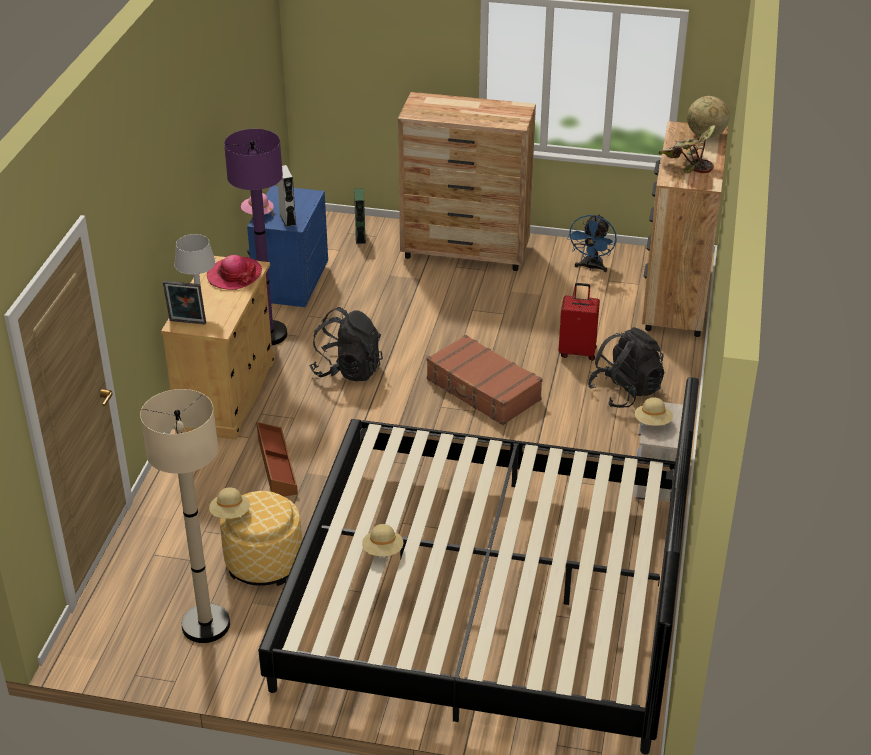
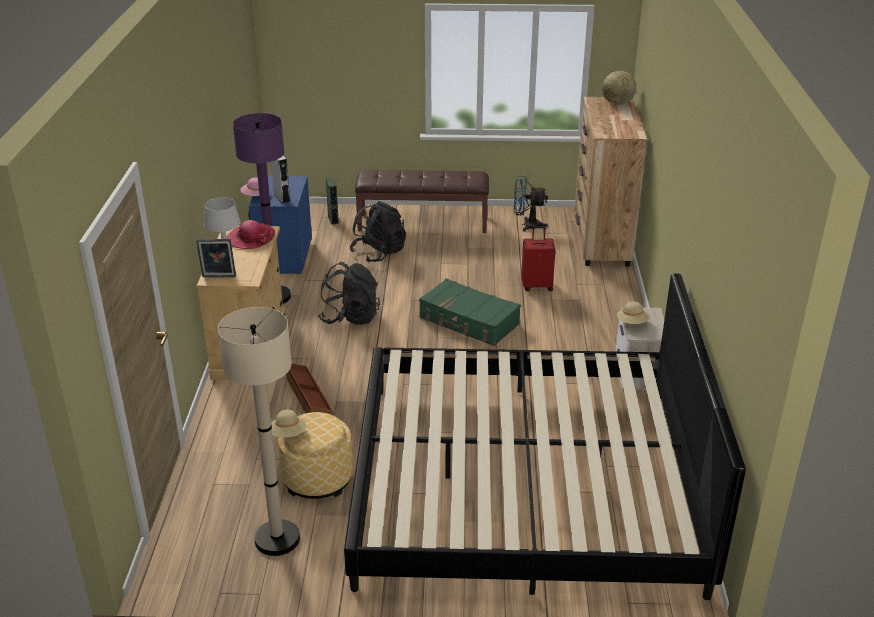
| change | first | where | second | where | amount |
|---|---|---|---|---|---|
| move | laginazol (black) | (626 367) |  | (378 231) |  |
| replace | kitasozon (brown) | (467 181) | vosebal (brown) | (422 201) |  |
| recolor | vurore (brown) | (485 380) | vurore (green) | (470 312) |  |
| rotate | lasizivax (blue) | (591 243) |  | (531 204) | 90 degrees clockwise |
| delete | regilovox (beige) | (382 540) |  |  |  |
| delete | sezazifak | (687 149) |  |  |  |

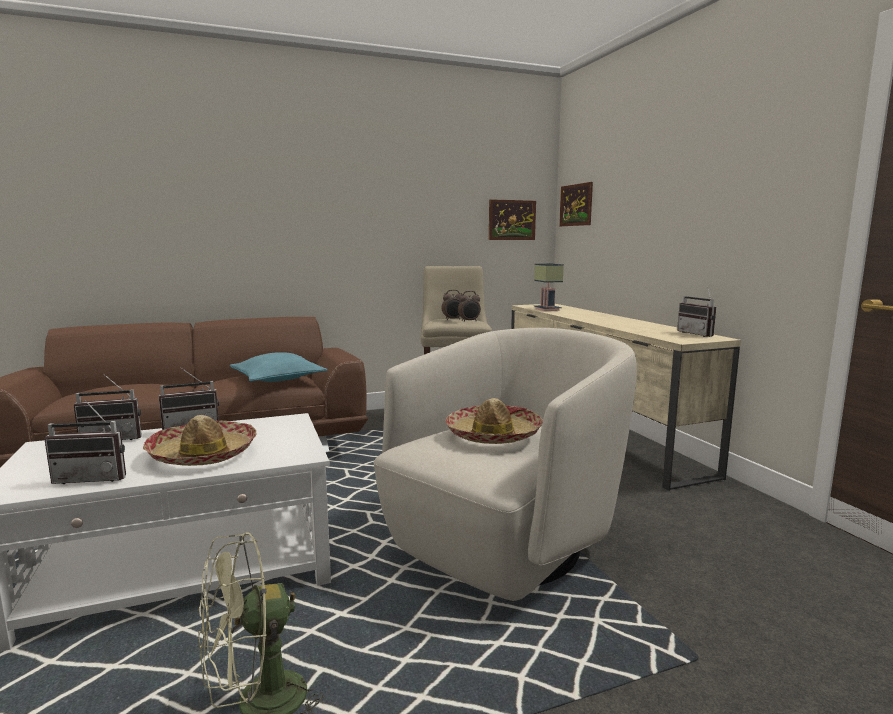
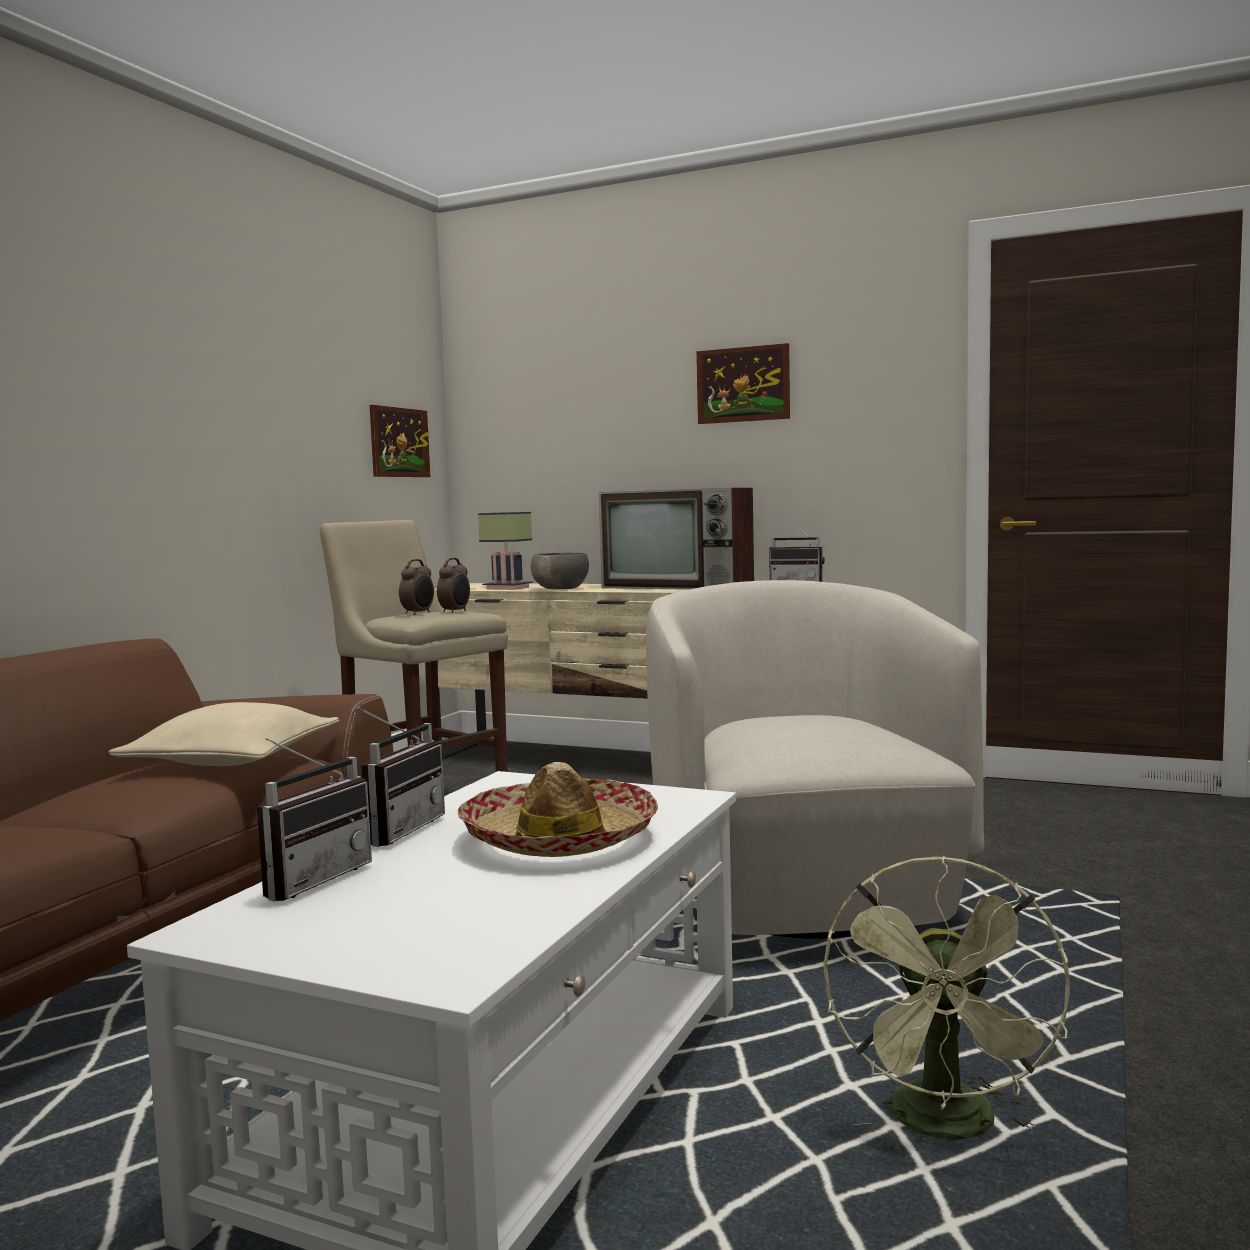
| change | first | where | second | where | amount |
|---|---|---|---|---|---|
| recolor | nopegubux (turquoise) | (278 367) | nopegubux (beige) | (224 734) |  |
| insert |  |  | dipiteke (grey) | (560 570) |  |
| insert |  |  | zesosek | (676 539) |  |
| move | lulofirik | (576 204) |  | (743 383) |  |
| delete | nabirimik | (85 442) |  |  |  |
| delete | regilovox | (494 421) |  |  |  |

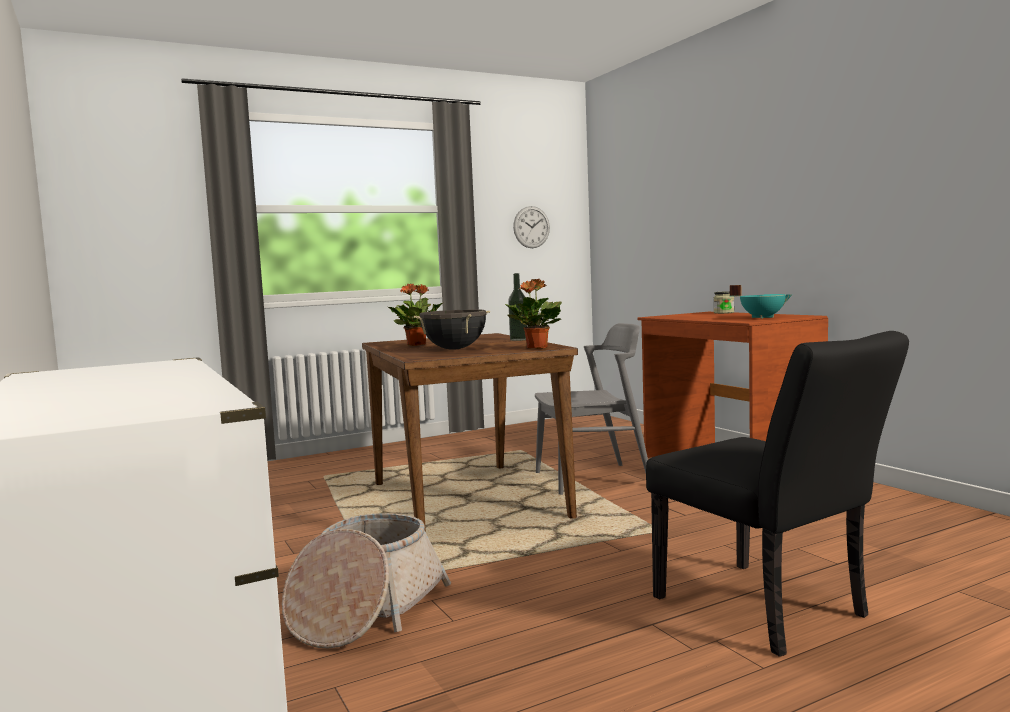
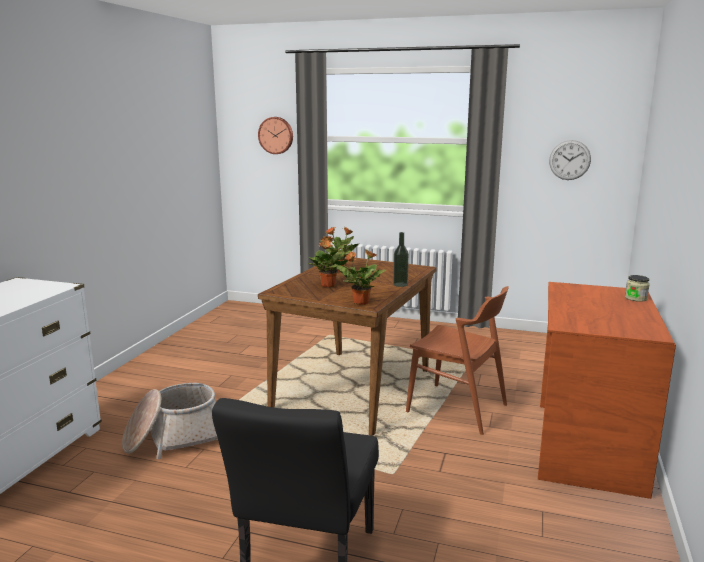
| change | first | where | second | where | amount |
|---|---|---|---|---|---|
| insert |  |  | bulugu | (275 135) |  |
| replace | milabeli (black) | (451 329) | sezazifak | (328 261) |  |
| recolor | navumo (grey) | (591 409) | navumo (brown) | (457 360) |  |
| delete | milabeli (turquoise) | (761 301) |  |  |  |

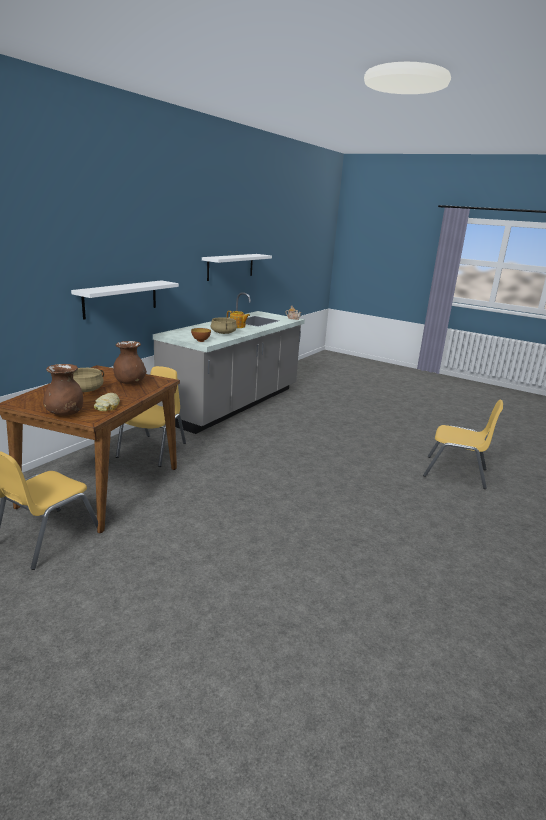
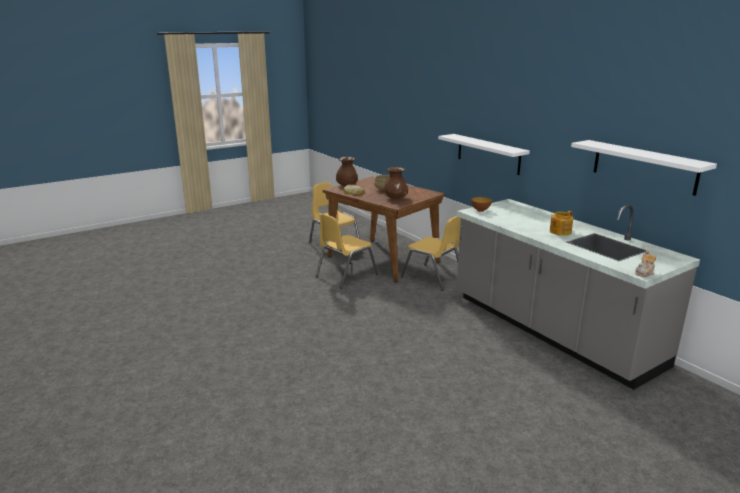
| change | first | where | second | where | amount |
|---|---|---|---|---|---|
| move | navumo (yellow) | (463 444) |  | (346 251) |  |
| delete | milabeli (beige) | (224 325) |  |  |  |

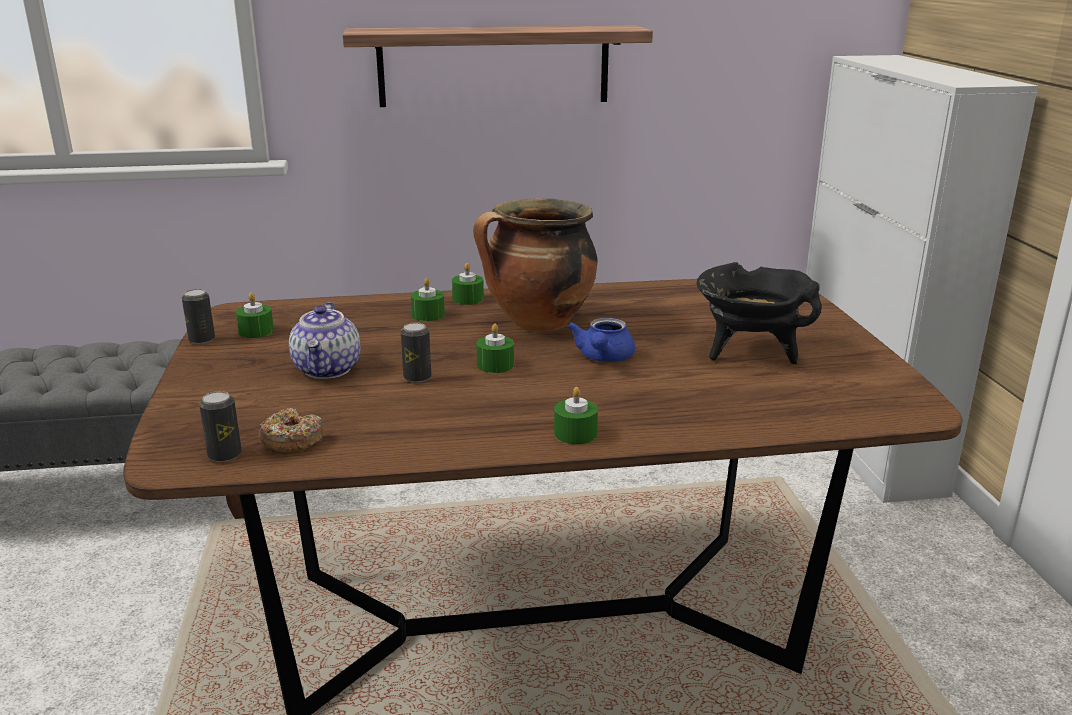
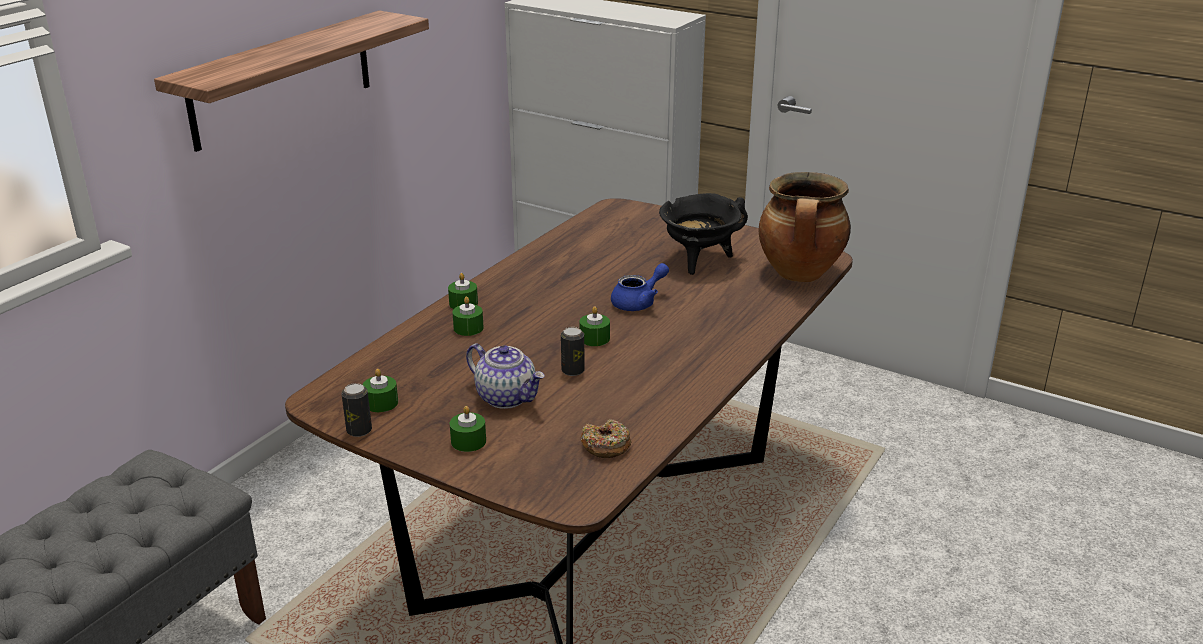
| change | first | where | second | where | amount |
|---|---|---|---|---|---|
| move | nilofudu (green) | (576 415) |  | (468 429) |  |
| rotate | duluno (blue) | (601 340) |  | (640 287) | 90 degrees counterclockwise |
| move | milabeli | (535 265) |  | (804 227) |  |
| delete | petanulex | (220 426) |  |  |  |

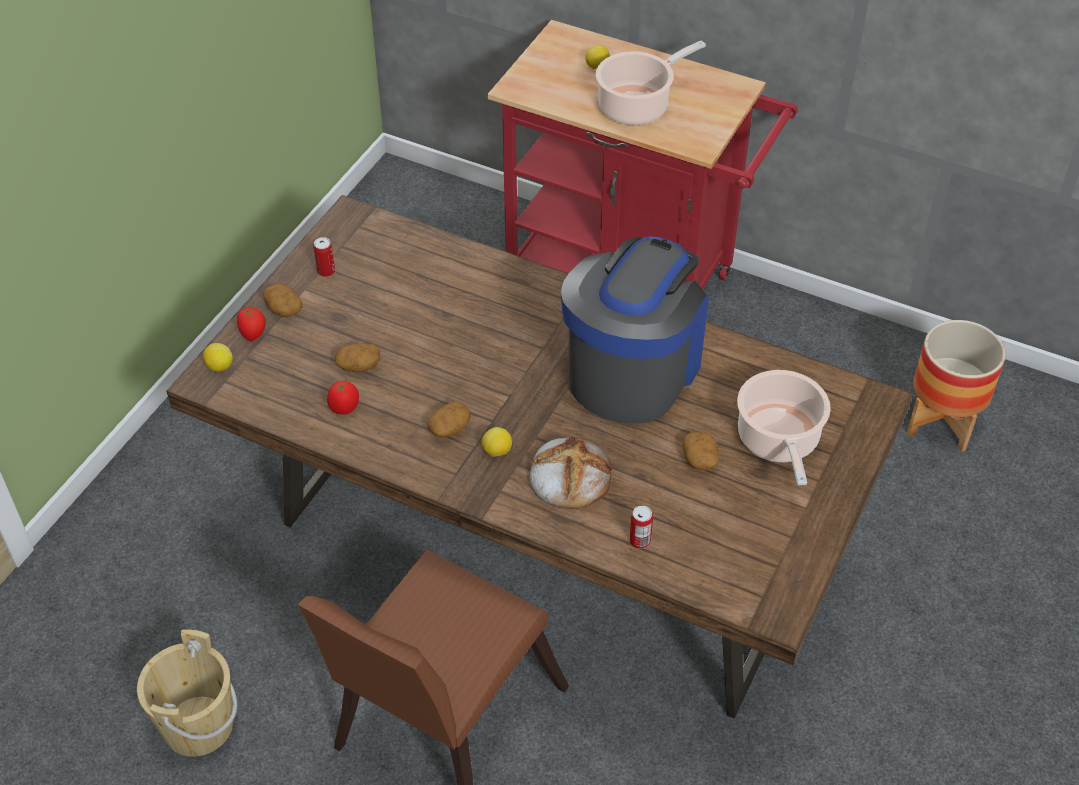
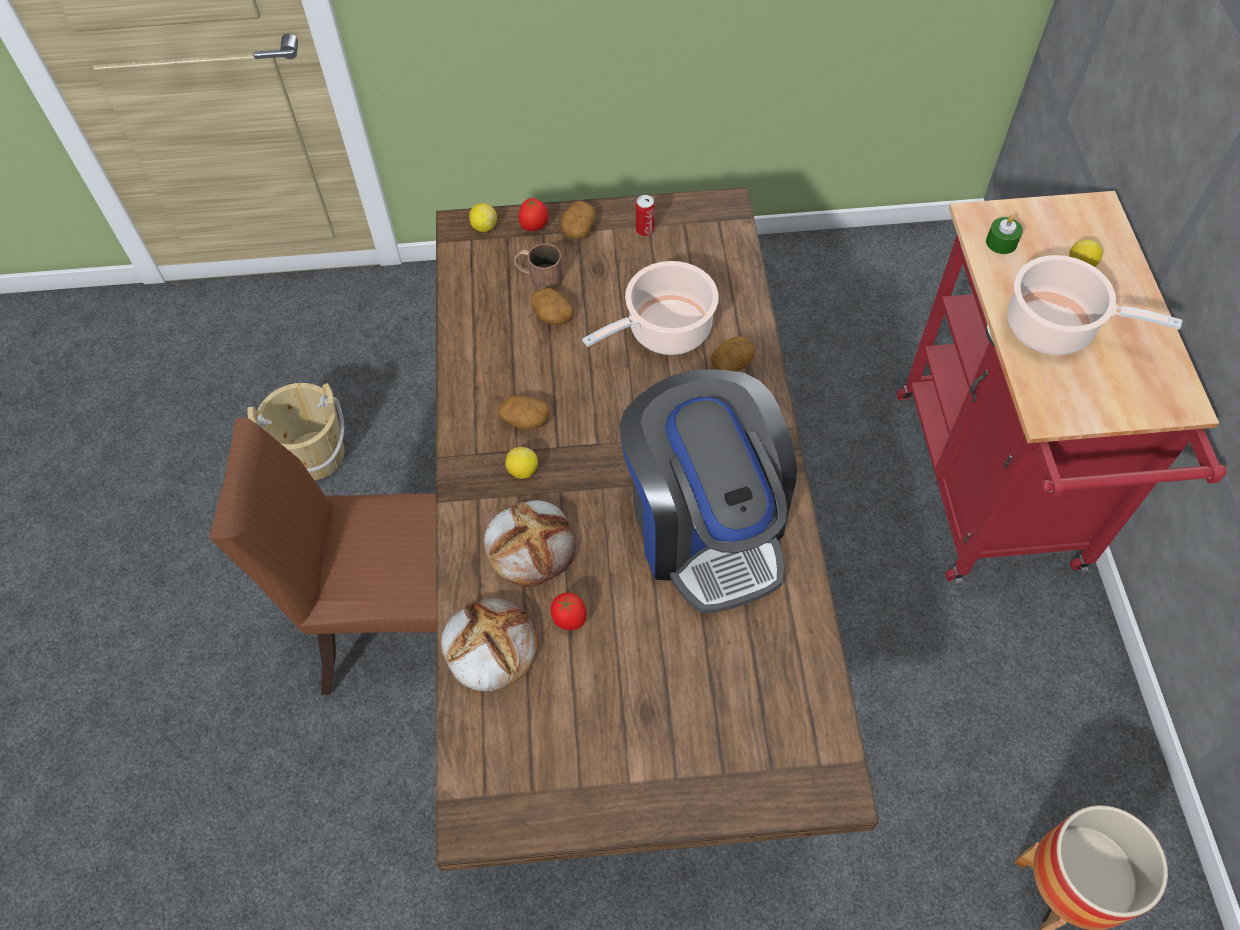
| change | first | where | second | where | amount |
|---|---|---|---|---|---|
| replace | petanulex | (641 527) | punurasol | (490 644) |  |
| insert |  |  | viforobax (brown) | (538 267) |  |
| move | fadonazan | (343 398) |  | (569 611) |  |
| move | milabeli | (784 427) |  | (650 308) |  |
| rotate | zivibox | (635 330) |  | (708 492) | 75 degrees clockwise |
| move | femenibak | (701 450) |  | (733 354) |  |
| insert |  |  | nilofudu (green) | (1004 235) |  |

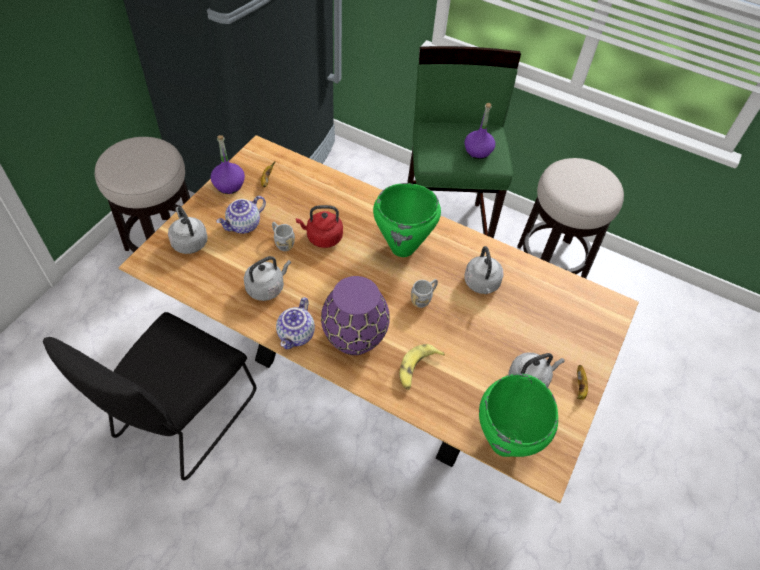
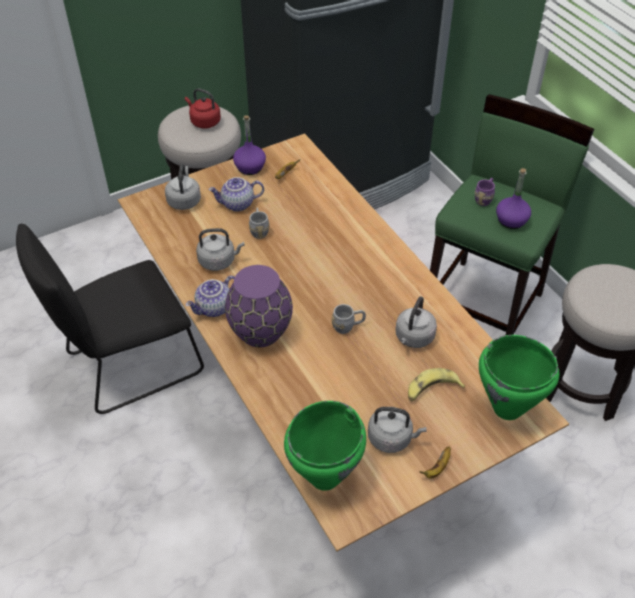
| change | first | where | second | where | amount |
|---|---|---|---|---|---|
| move | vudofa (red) | (319 226) |  | (203 108) |  |
| move | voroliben | (422 367) |  | (436 384) |  |
| insert |  |  | viforobax (purple) | (485 192) |  |
| move | milabeli (green) | (407 220) |  | (519 377) |  |

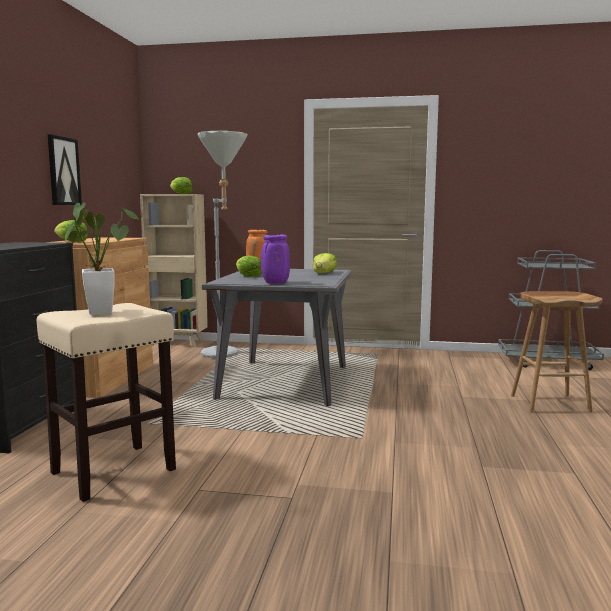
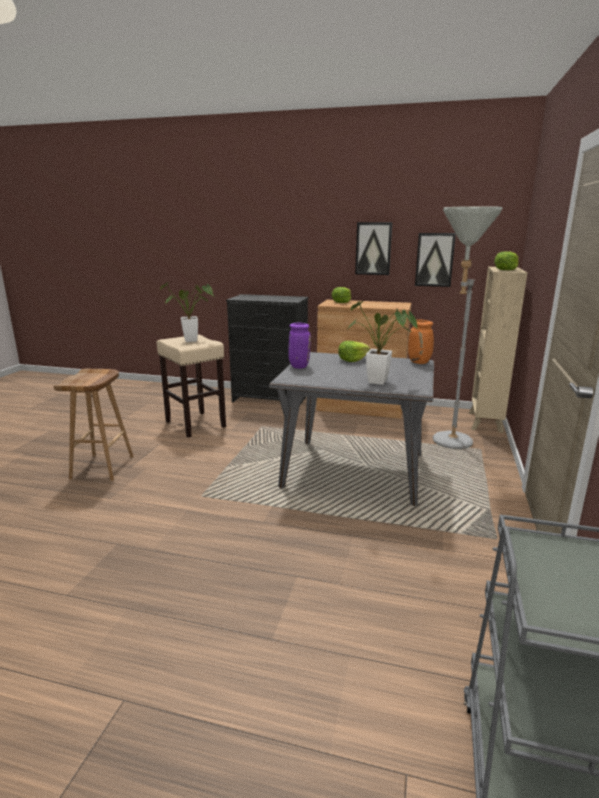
| change | first | where | second | where | amount |
|---|---|---|---|---|---|
| move | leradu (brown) | (556 352) |  | (94 425) |  |
| replace | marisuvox | (325 263) | sezazifak | (383 343) |  |
| insert |  |  | lulofirik | (435 260) |  |

